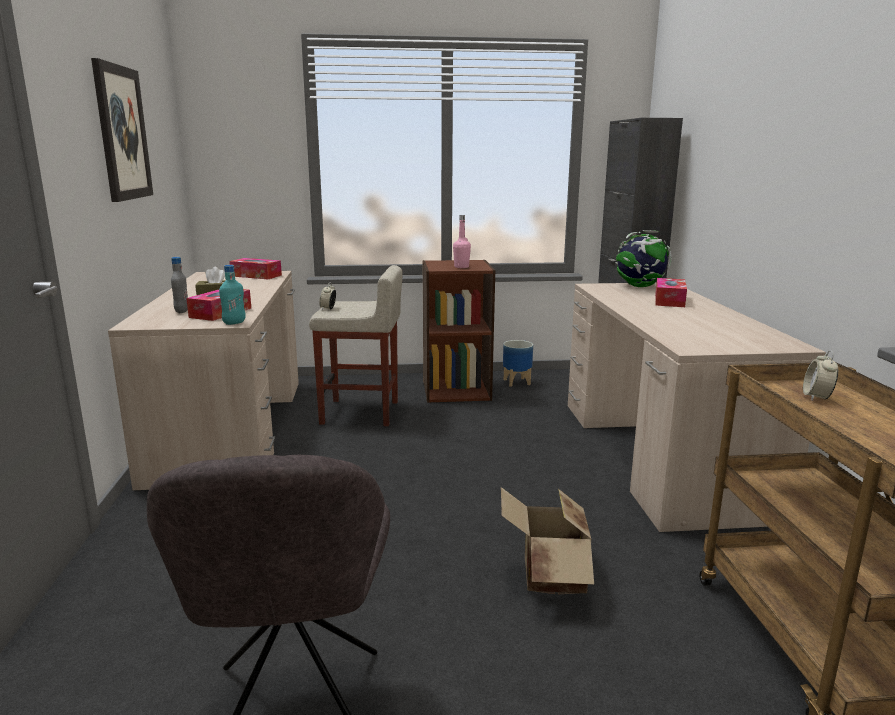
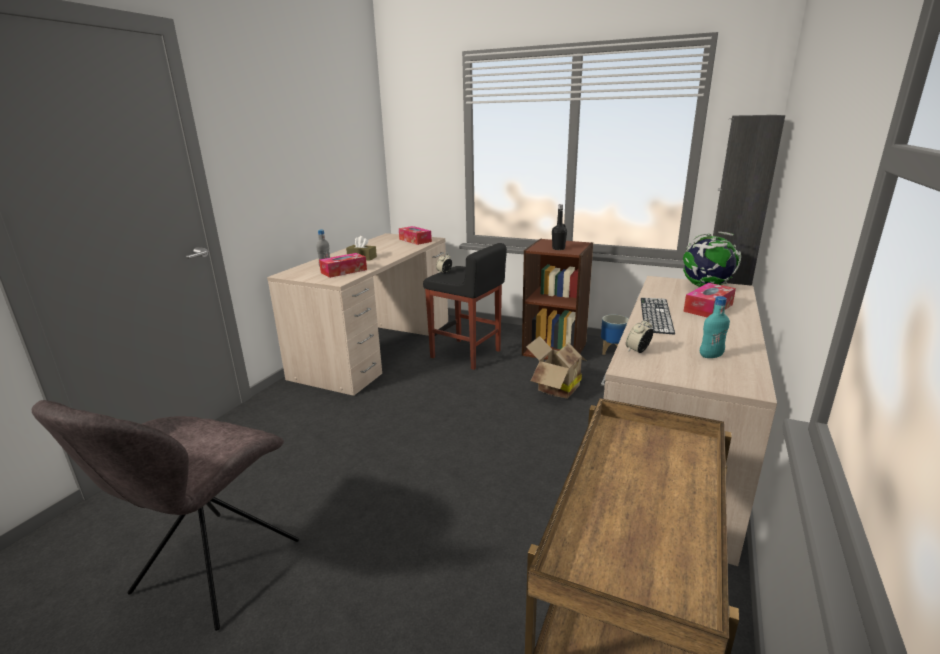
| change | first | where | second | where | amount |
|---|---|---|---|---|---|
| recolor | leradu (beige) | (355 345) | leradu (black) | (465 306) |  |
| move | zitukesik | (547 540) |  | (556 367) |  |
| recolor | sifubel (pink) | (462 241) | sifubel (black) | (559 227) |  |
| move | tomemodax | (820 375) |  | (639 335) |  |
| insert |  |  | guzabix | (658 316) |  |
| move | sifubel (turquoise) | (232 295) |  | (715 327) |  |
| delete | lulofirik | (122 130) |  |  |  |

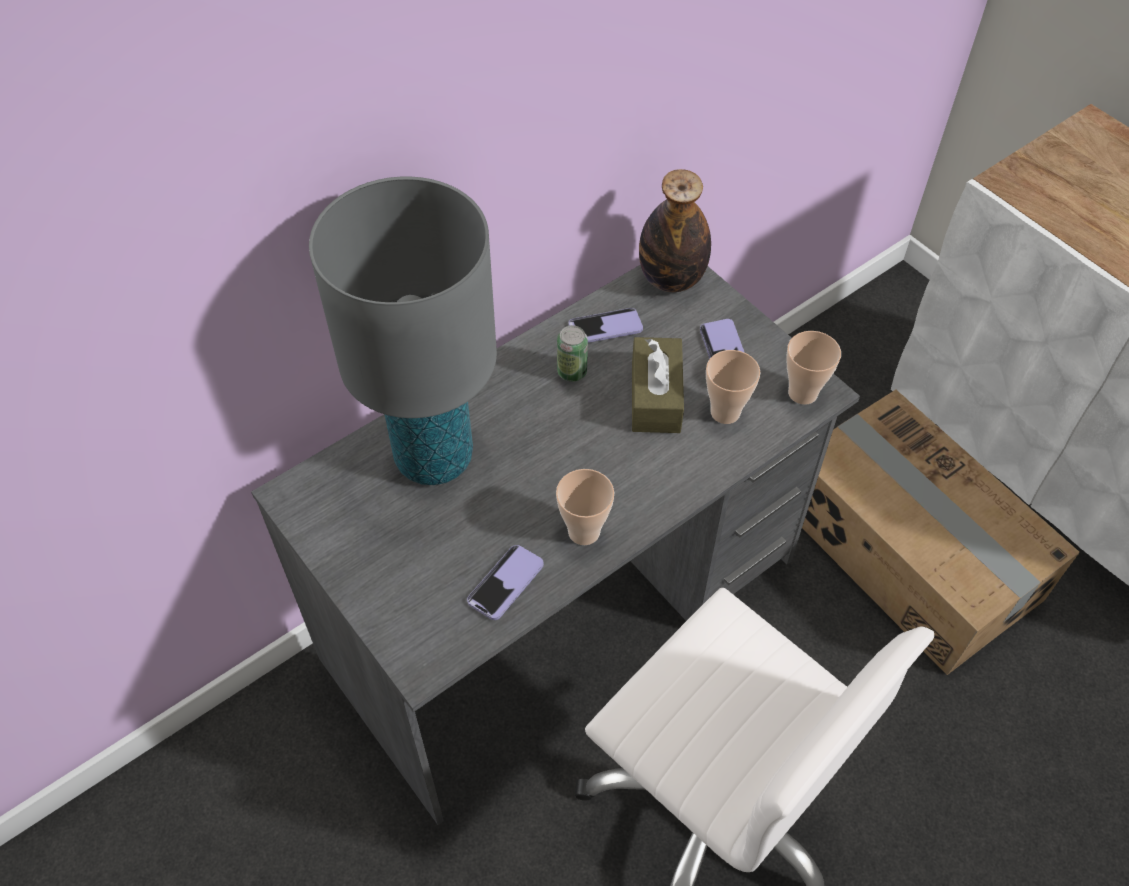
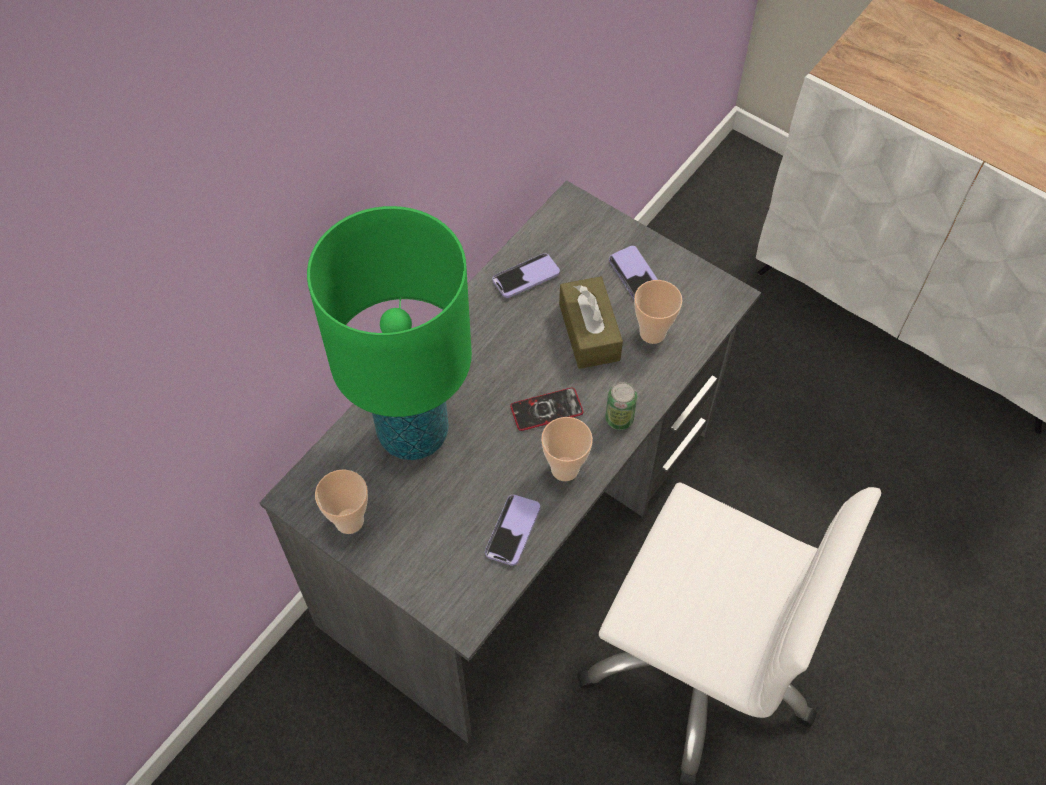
| change | first | where | second | where | amount |
|---|---|---|---|---|---|
| recolor | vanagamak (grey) | (403 331) | vanagamak (green) | (389 333) |  |
| move | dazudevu | (813 368) |  | (341 501) |  |
| insert |  |  | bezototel | (547 409) |  |
| move | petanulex | (572 353) |  | (621 406) |  |
| delete | sifubel | (675 230) |  |  |  |
| delete | zitukesik | (941 532) |  |  |  |

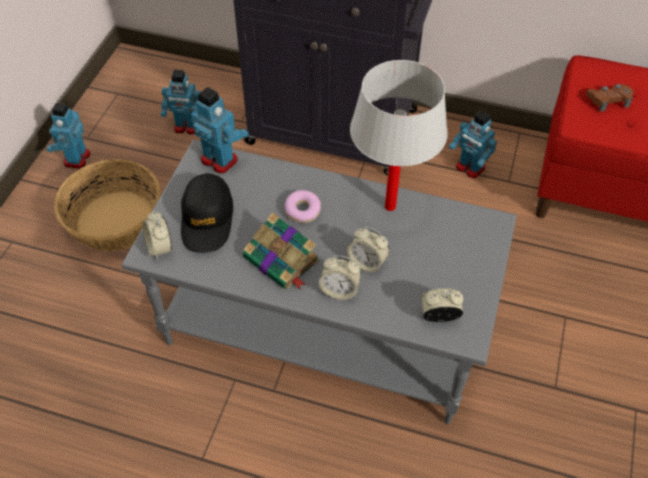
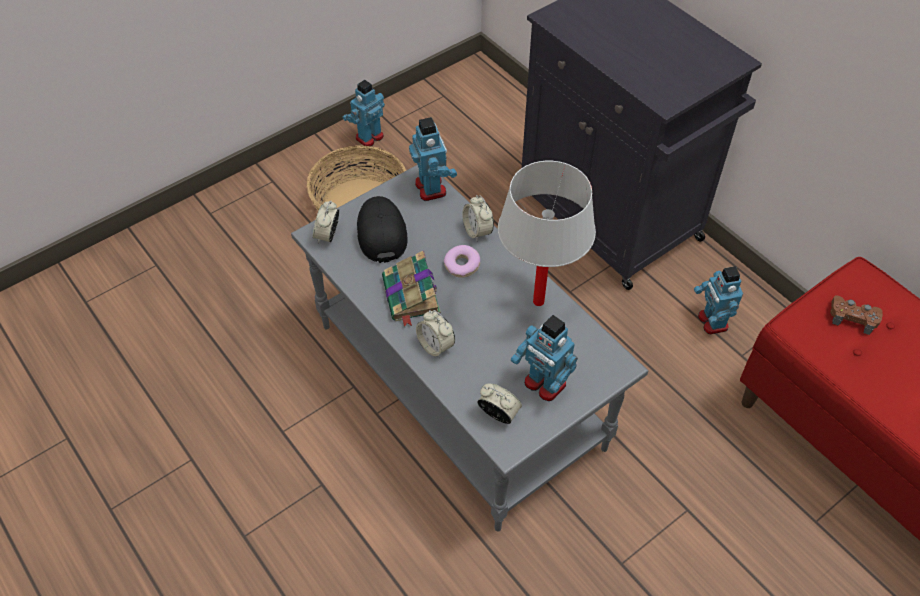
| change | first | where | second | where | amount |
|---|---|---|---|---|---|
| rotate | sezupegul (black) | (207 213) |  | (382 229) | 135 degrees clockwise |
| move | tomemodax | (368 250) |  | (478 218) |  |
| move | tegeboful | (181 102) |  | (544 358) |  |

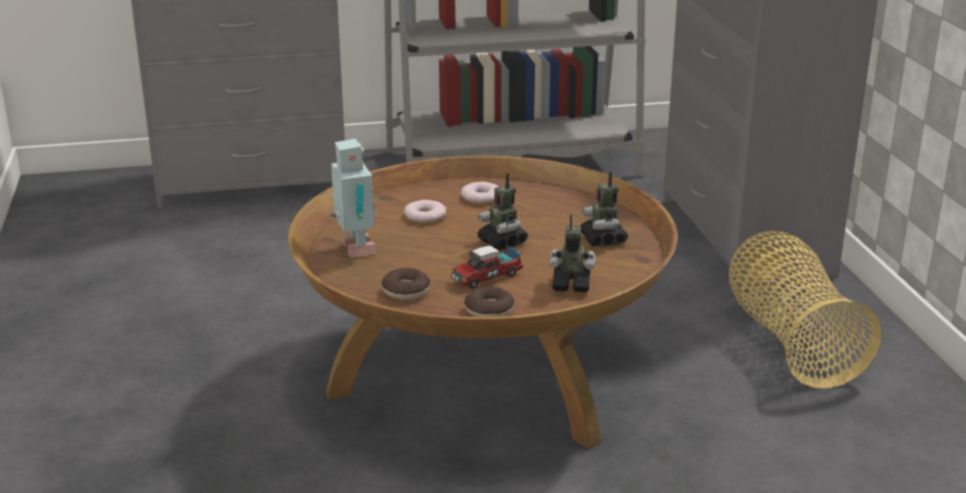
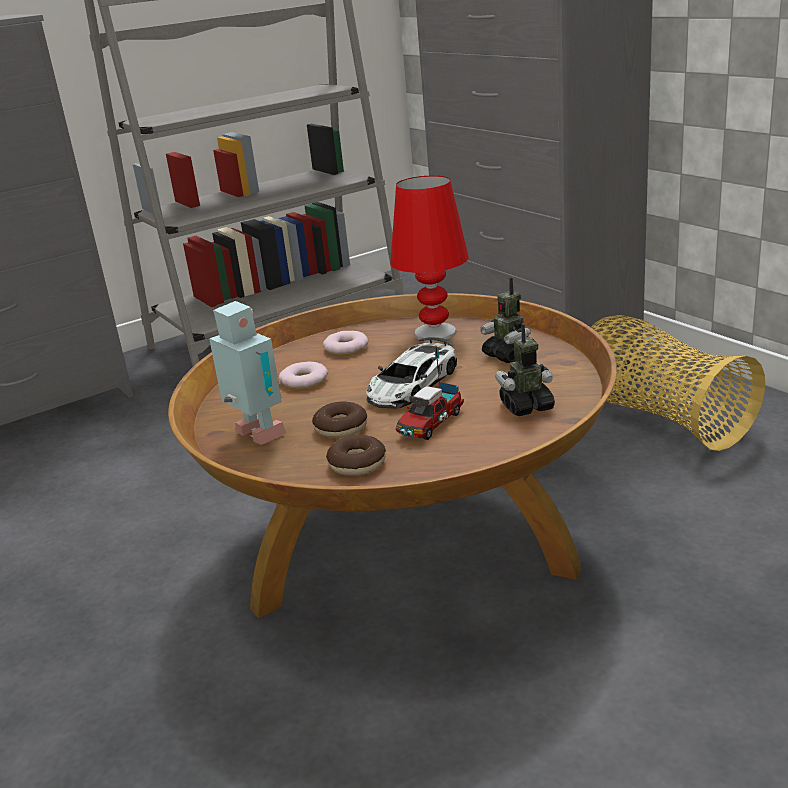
| change | first | where | second | where | amount |
|---|---|---|---|---|---|
| move | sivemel | (489 301) |  | (339 419) |  |
| replace | tegeboful | (502 211) | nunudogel | (411 373) |  |
| insert |  |  | vanagamak (red) | (429 258) |  |

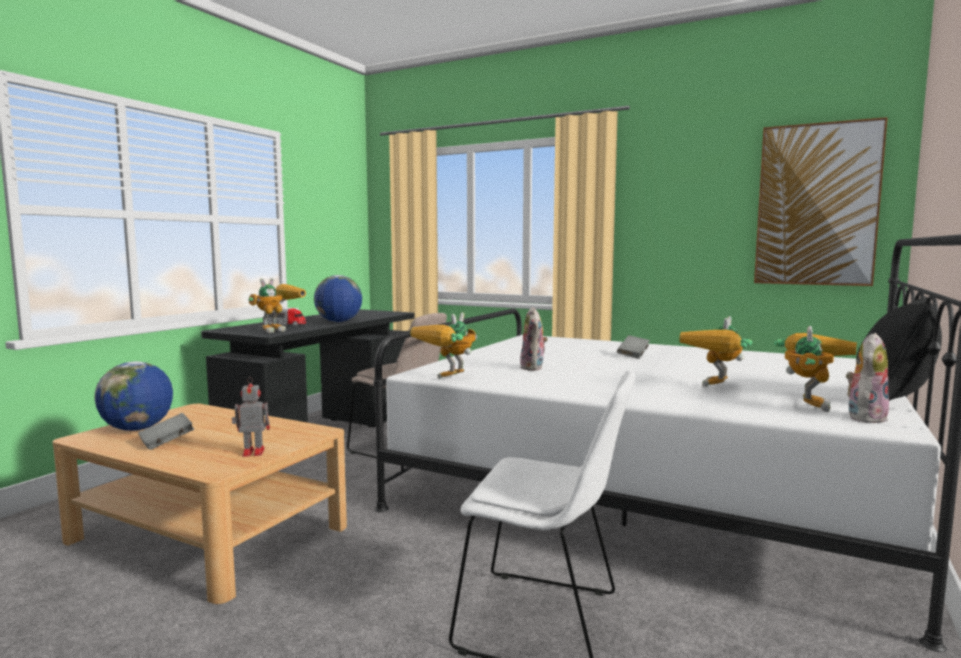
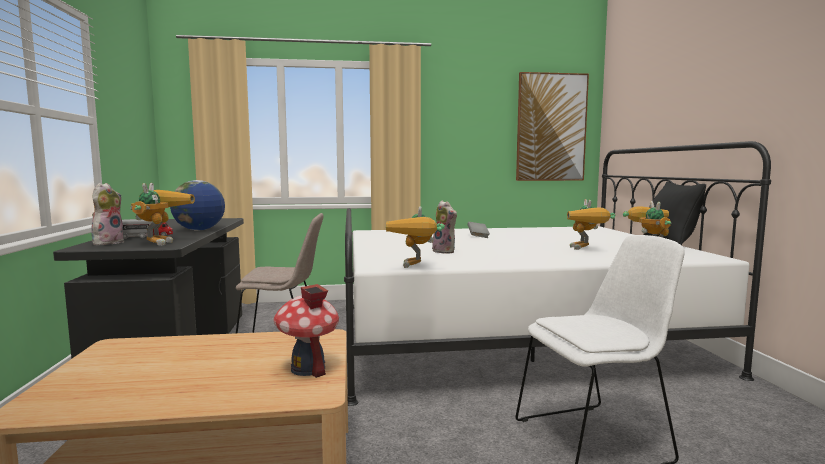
| change | first | where | second | where | amount |
|---|---|---|---|---|---|
| move | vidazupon | (867 378) |  | (107 214) |  |
| replace | tegeboful | (251 417) | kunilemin | (306 331) |  |
| delete | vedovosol | (133 396) |  |  |  |
| delete | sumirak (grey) | (166 431) |  |  |  |

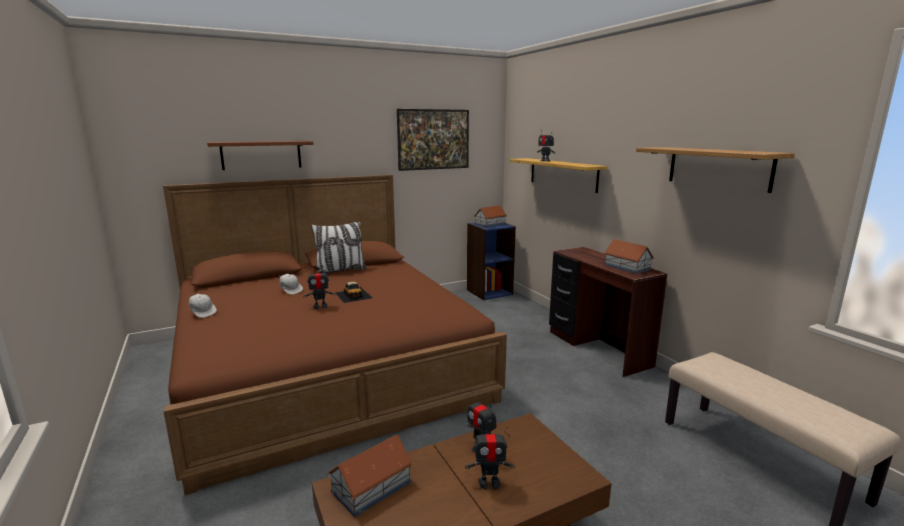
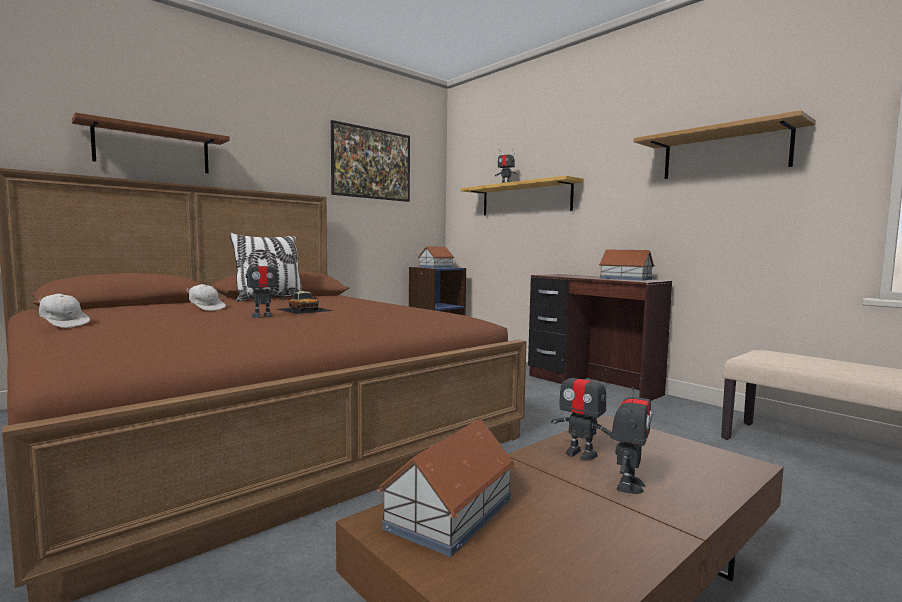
| change | first | where | second | where | amount |
|---|---|---|---|---|---|
| rotate | tegeboful | (489 458) |  | (631 436) | 45 degrees counterclockwise |

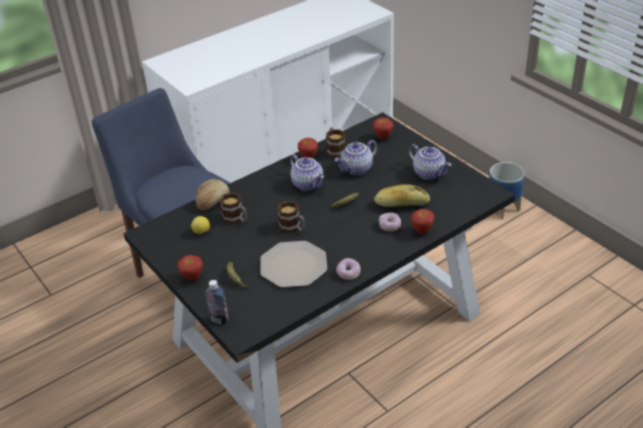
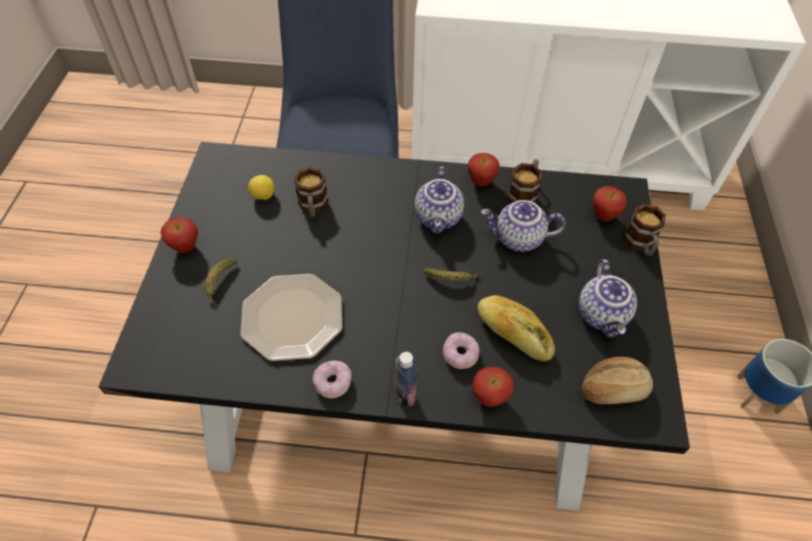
| change | first | where | second | where | amount |
|---|---|---|---|---|---|
| move | sifubel | (217 302) |  | (406 380) |  |
| move | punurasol | (213 195) |  | (617 380) |  |
| move | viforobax | (291 217) |  | (644 230) |  |

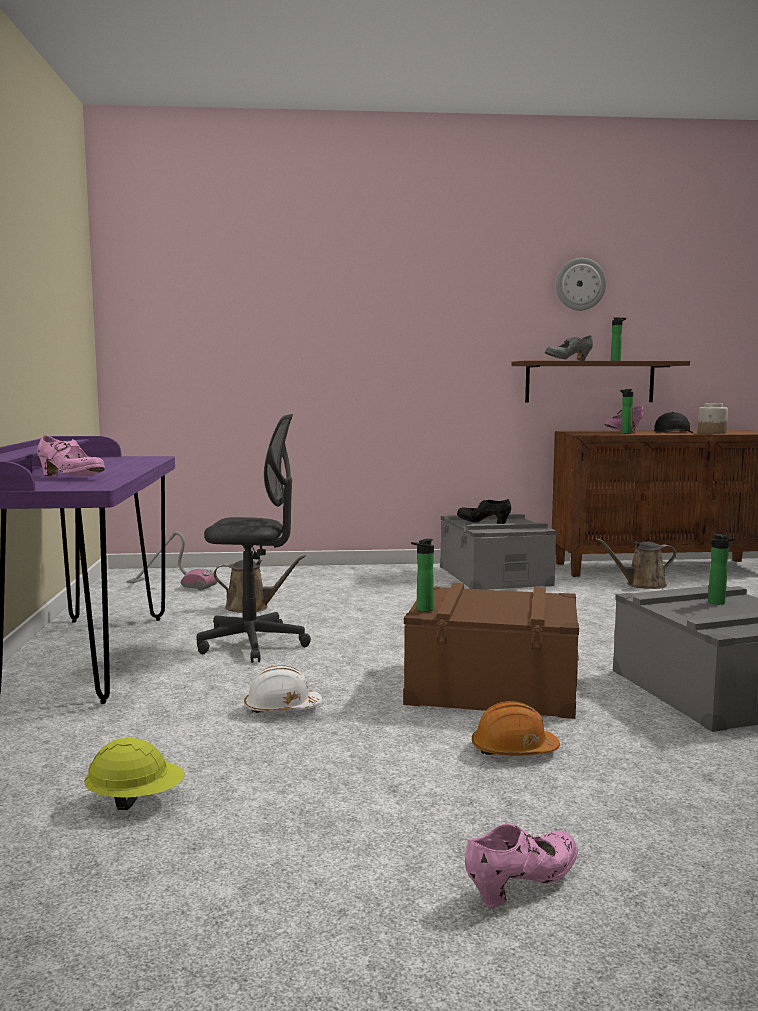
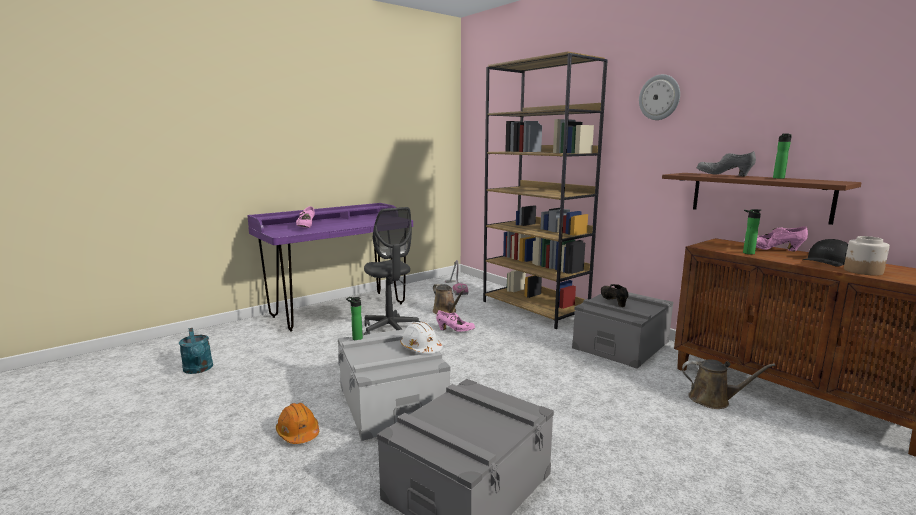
| change | first | where | second | where | amount |
|---|---|---|---|---|---|
| replace | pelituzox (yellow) | (134 773) | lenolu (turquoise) | (196 351) |  |
| recolor | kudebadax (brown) | (491 651) | kudebadax (grey) | (394 385) |  |
| move | pelituzox (white) | (283 689) |  | (421 338) |  |
| move | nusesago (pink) | (521 866) |  | (455 321) |  |
| insert |  |  | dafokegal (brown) | (545 190) |  |
| move | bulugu | (581 284) |  | (659 97) |  |
| rotate | lenolu (brown) | (636 563) |  | (728 384) | 150 degrees clockwise |
| delete | sifubel | (721 569) |  |  |  |

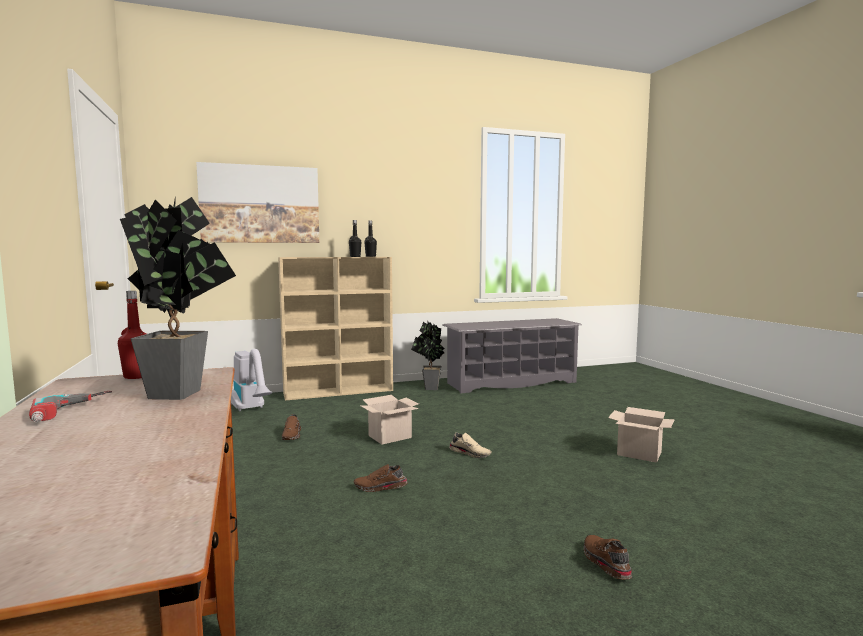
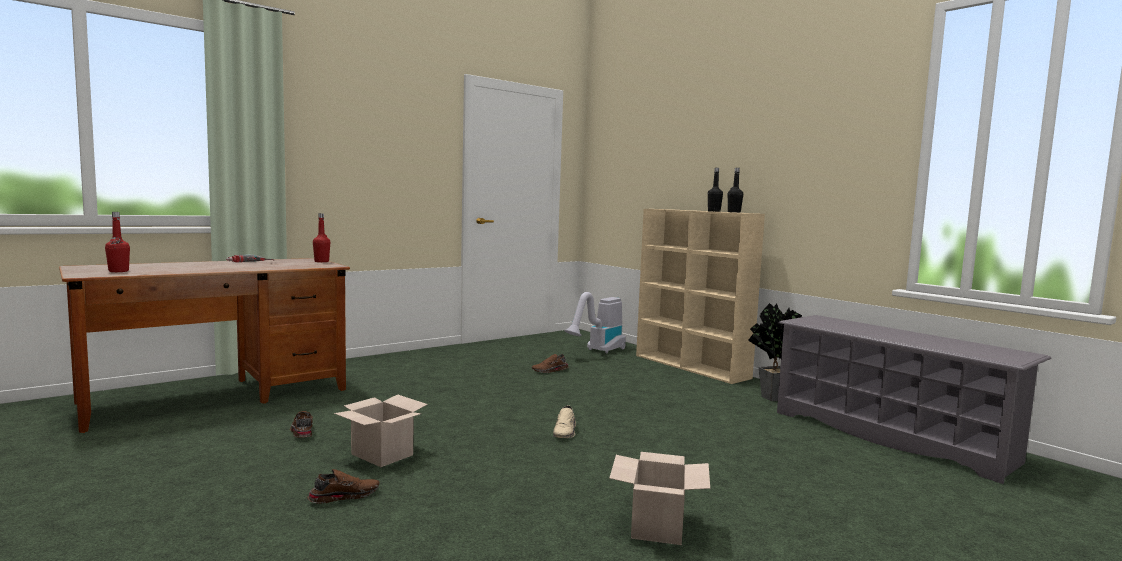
| change | first | where | second | where | amount |
|---|---|---|---|---|---|
| insert |  |  | sifubel (red) | (117 242) |  |
| move | nusesago (brown) | (381 478) |  | (301 424) |  |
| move | zitukesik | (389 420) |  | (381 430) |  |
| delete | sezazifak | (178 297) |  |  |  |
| delete | lulofirik | (257 202) |  |  |  |

